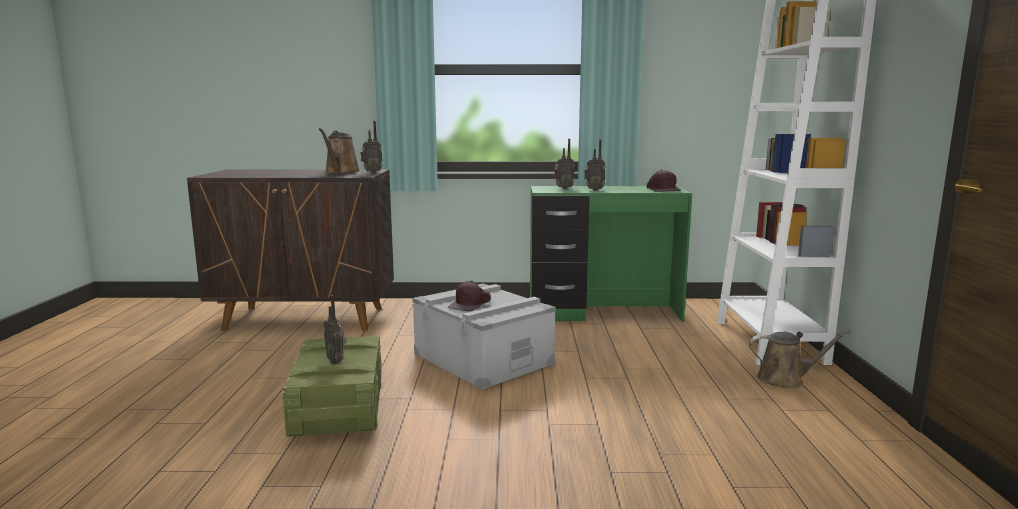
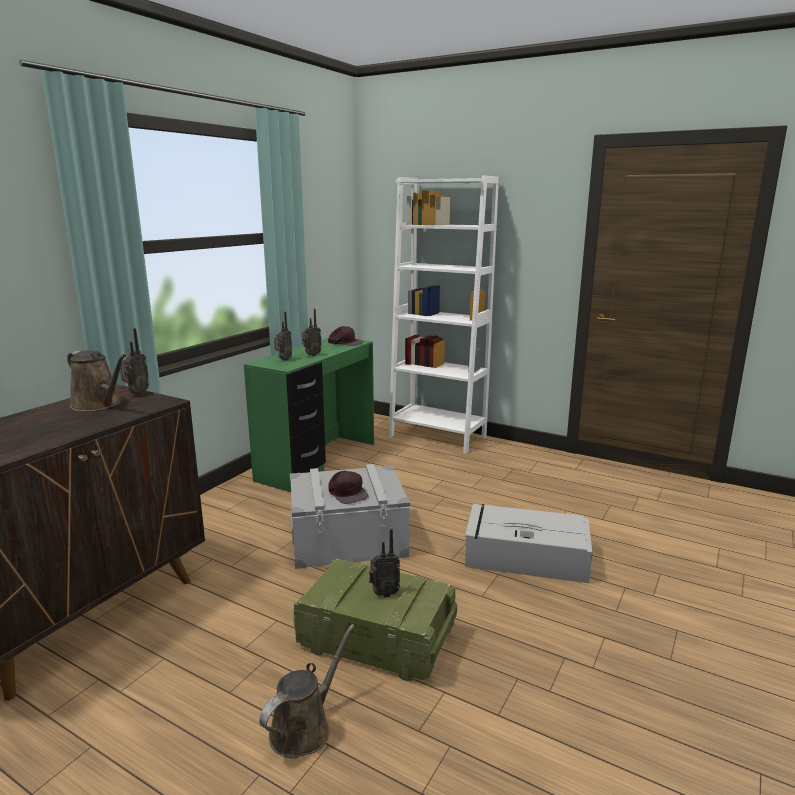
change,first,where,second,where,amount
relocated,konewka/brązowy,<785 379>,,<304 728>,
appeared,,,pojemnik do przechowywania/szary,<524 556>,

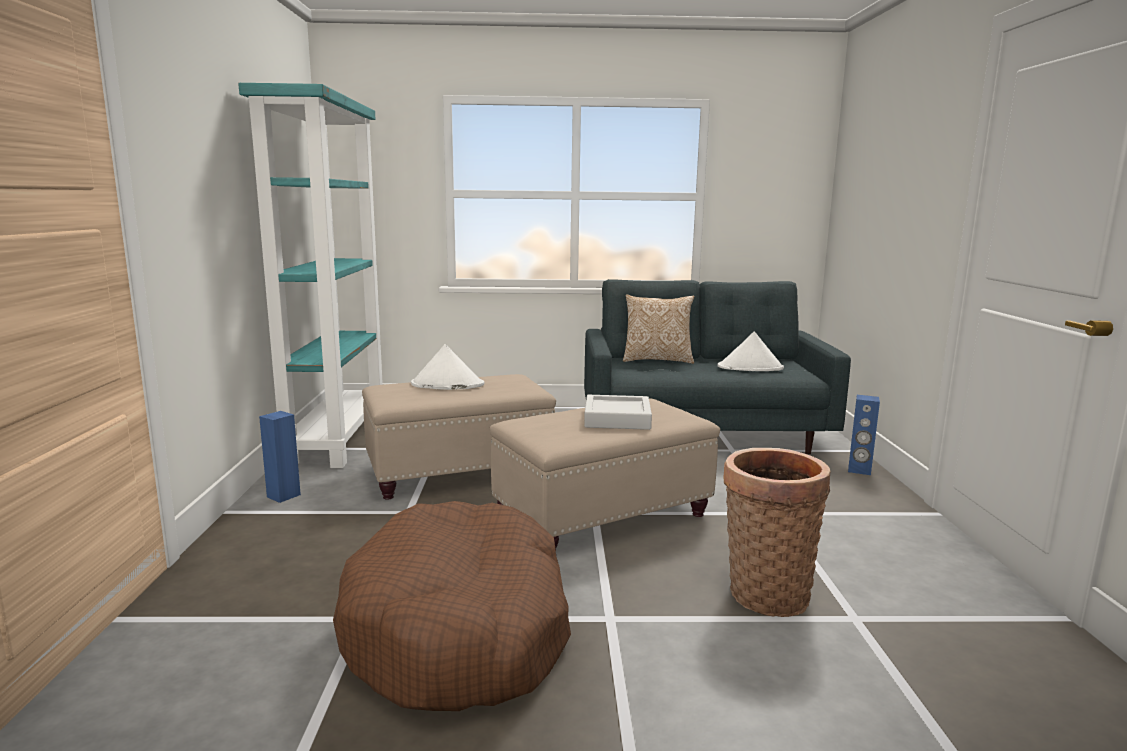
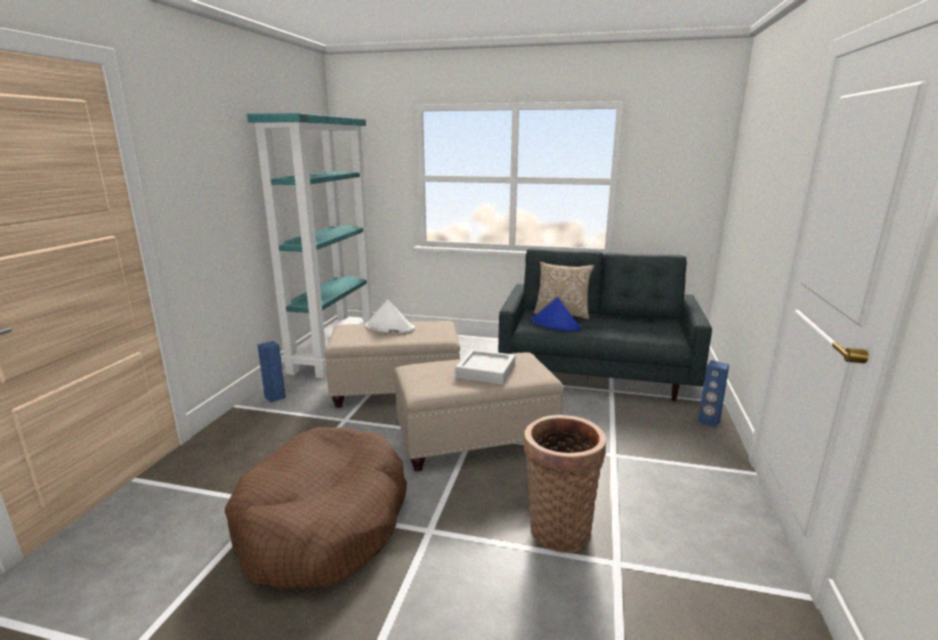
change,first,where,second,where,amount
appeared,,,kapelusz/niebieski,<555 325>,
missing,kapelusz/biały,<750 368>,,,

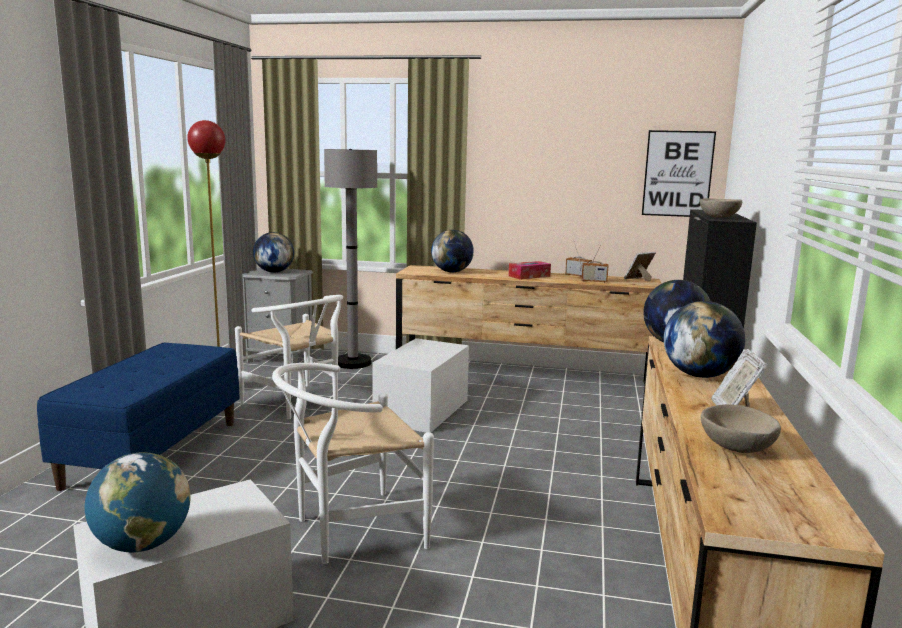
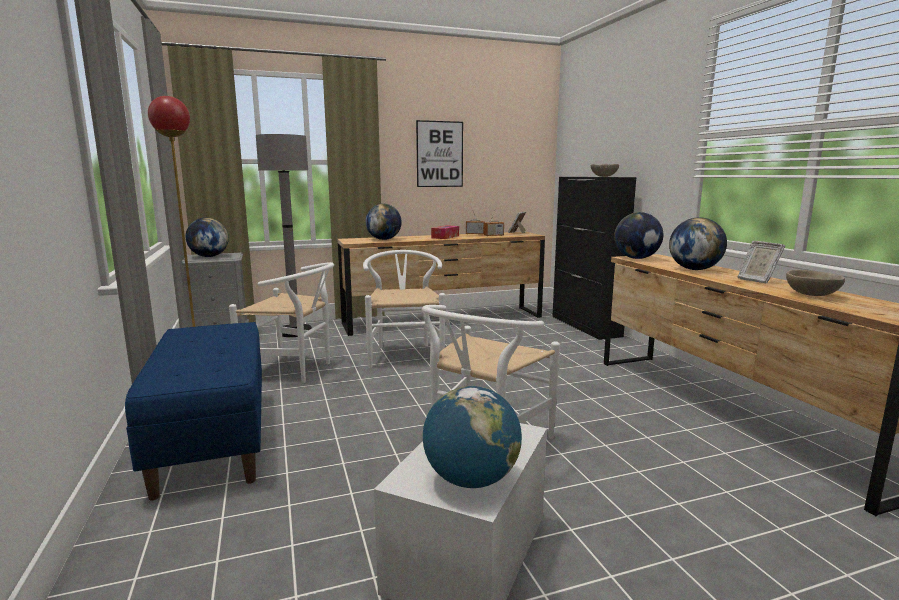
change,first,where,second,where,amount
exchanged,pojemnik do przechowywania/biały,<422 410>,krzesło/biały,<404 353>,
relocated,obraz,<677 174>,,<439 154>,

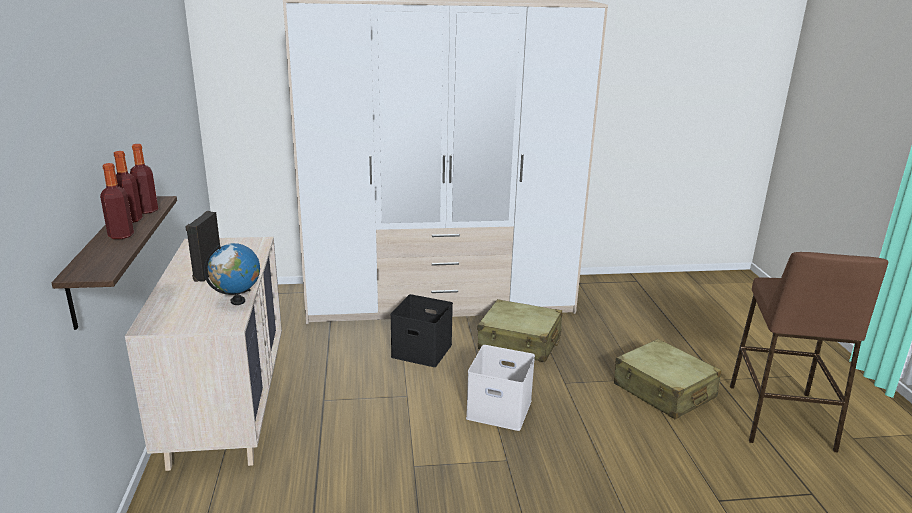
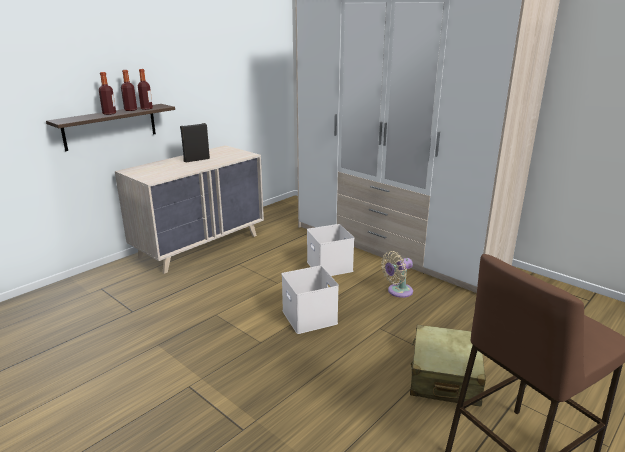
change,first,where,second,where,amount
colour,pojemnik do przechowywania/czarny,<423 350>,pojemnik do przechowywania/biały,<330 266>,
exchanged,walizka/beżowy,<519 342>,wentylator/beżowy,<397 291>,
missing,globus,<237 301>,,,

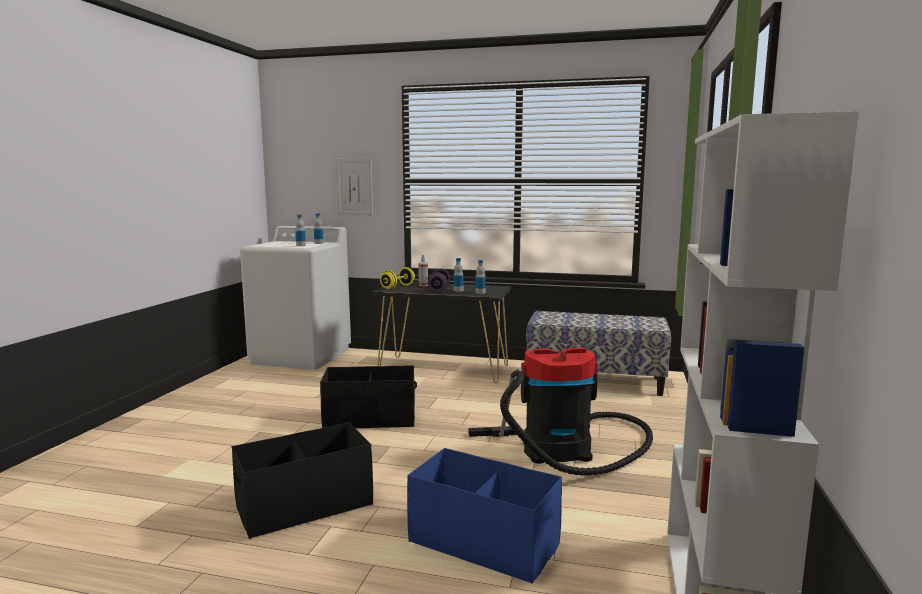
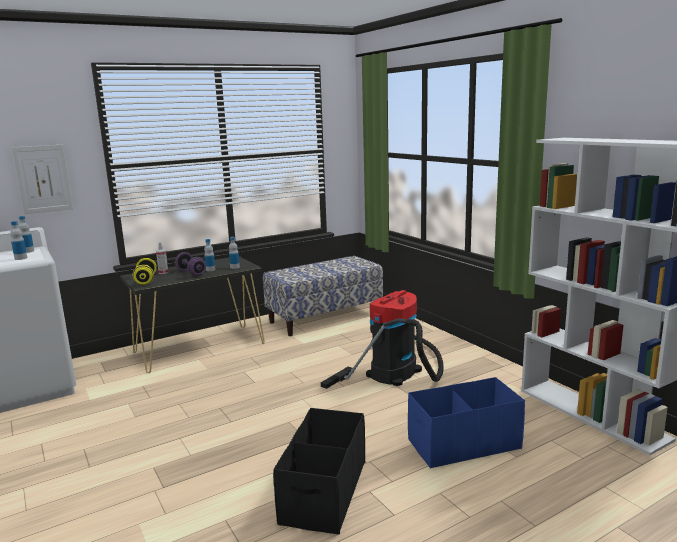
change,first,where,second,where,amount
missing,pojemnik do przechowywania/czarny,<370 419>,,,

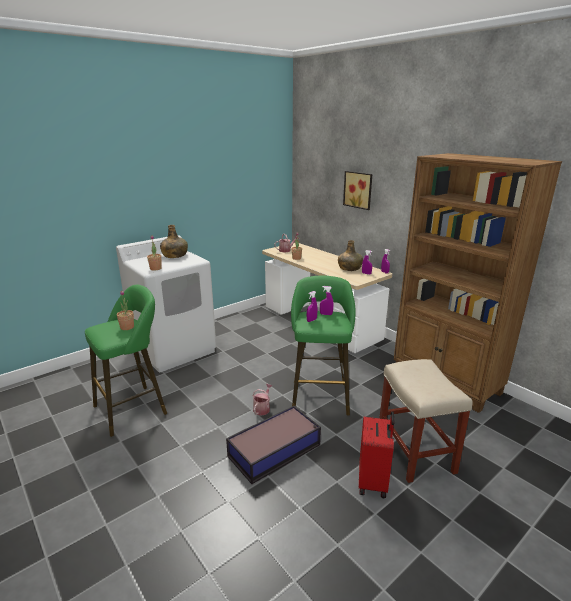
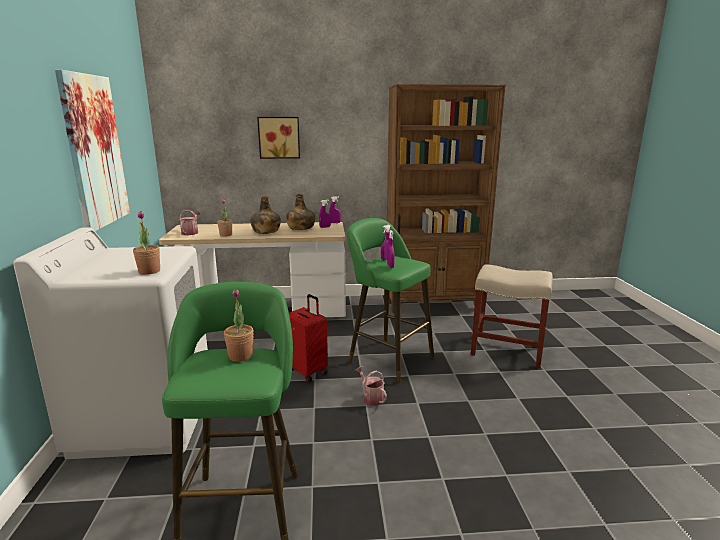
change,first,where,second,where,amount
appeared,,,obraz,<94 151>,
relocated,butelka/zielony,<174 255>,,<266 231>,
relocated,walizka/czerwony,<373 482>,,<307 371>,
missing,pojemnik do przechowywania,<275 450>,,,

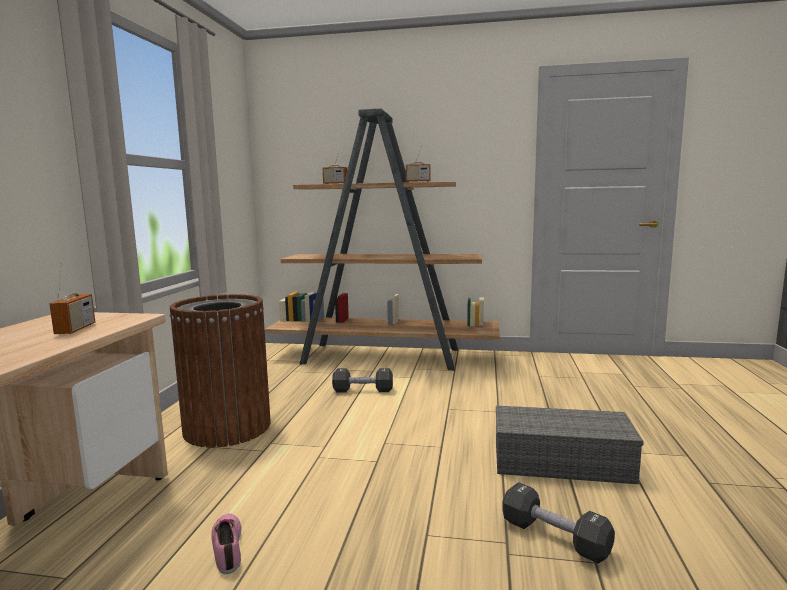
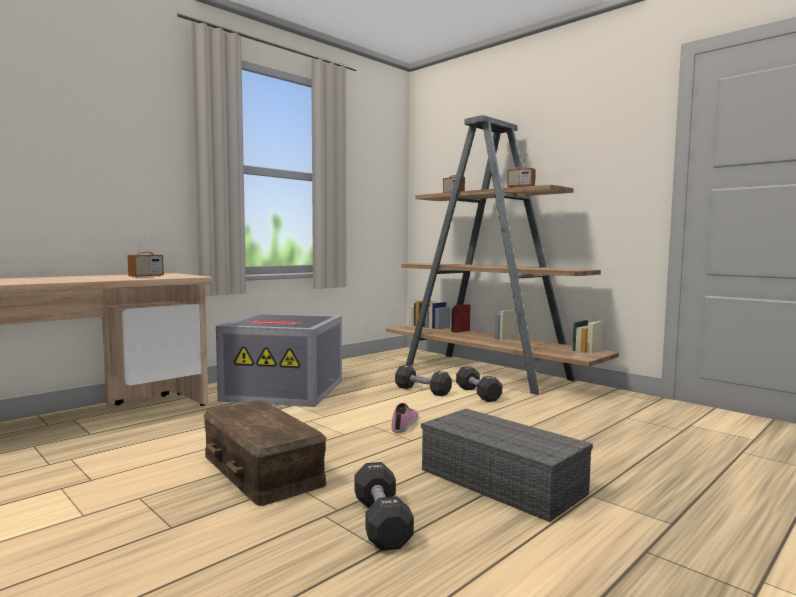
change,first,where,second,where,amount
appeared,,,pojemnik do przechowywania/brązowy,<263 469>,
exchanged,kosz na śmieci/brązowy,<227 427>,pojemnik do przechowywania/szary,<286 390>,
relocated,but,<228 546>,,<405 424>,
appeared,,,hantel/czarny,<478 394>,

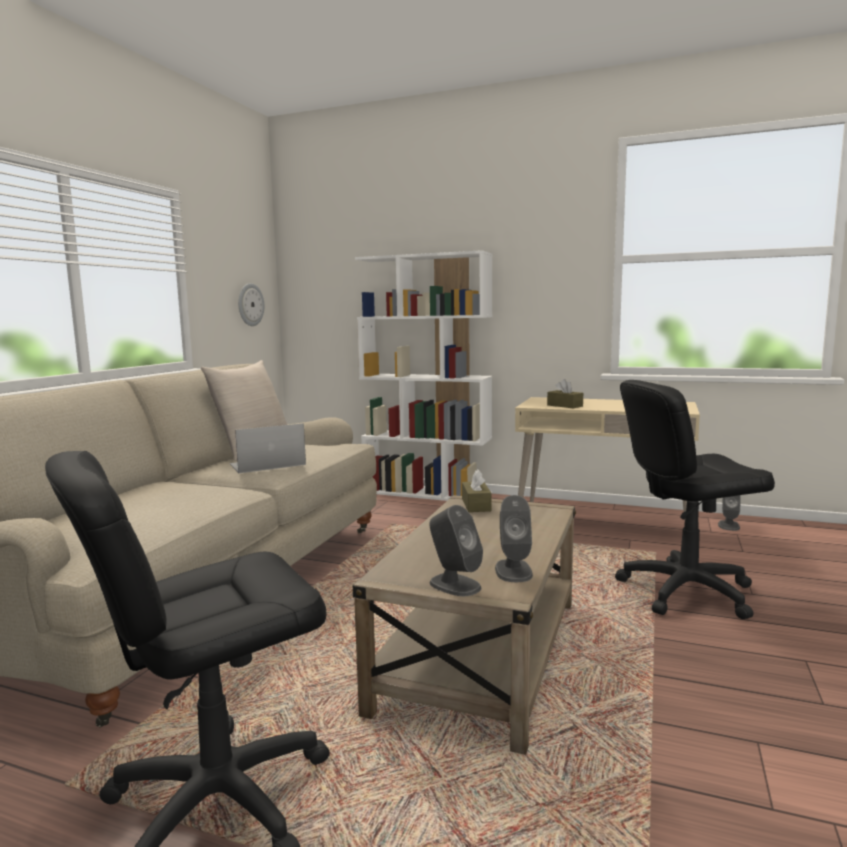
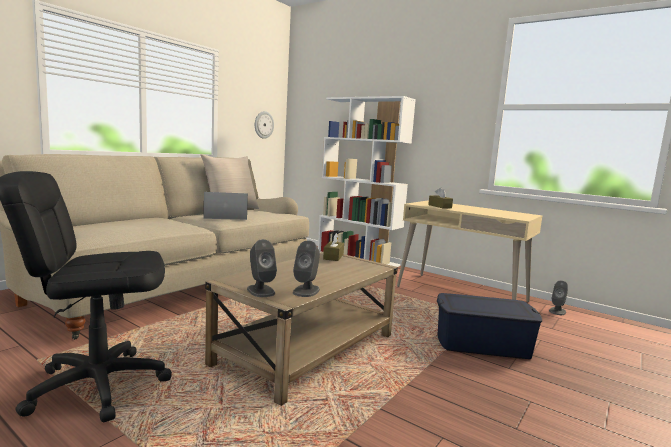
change,first,where,second,where,amount
exchanged,krzesło biurowe/czarny,<686 591>,pojemnik do przechowywania/niebieski,<481 343>,

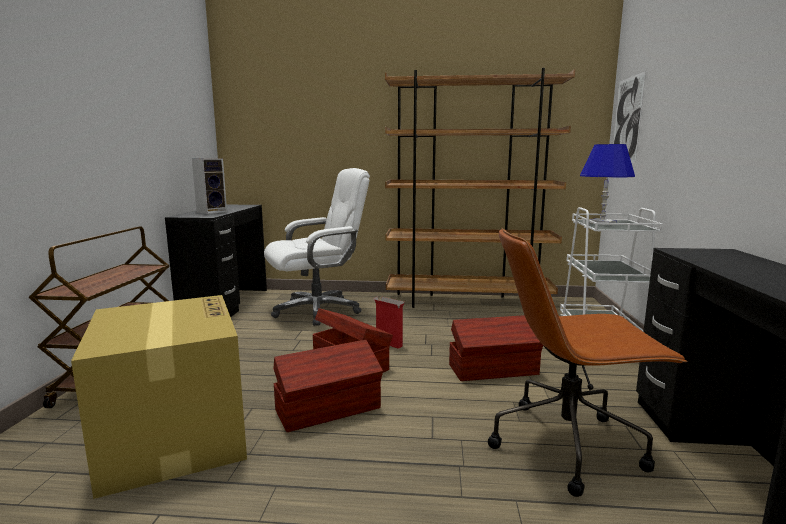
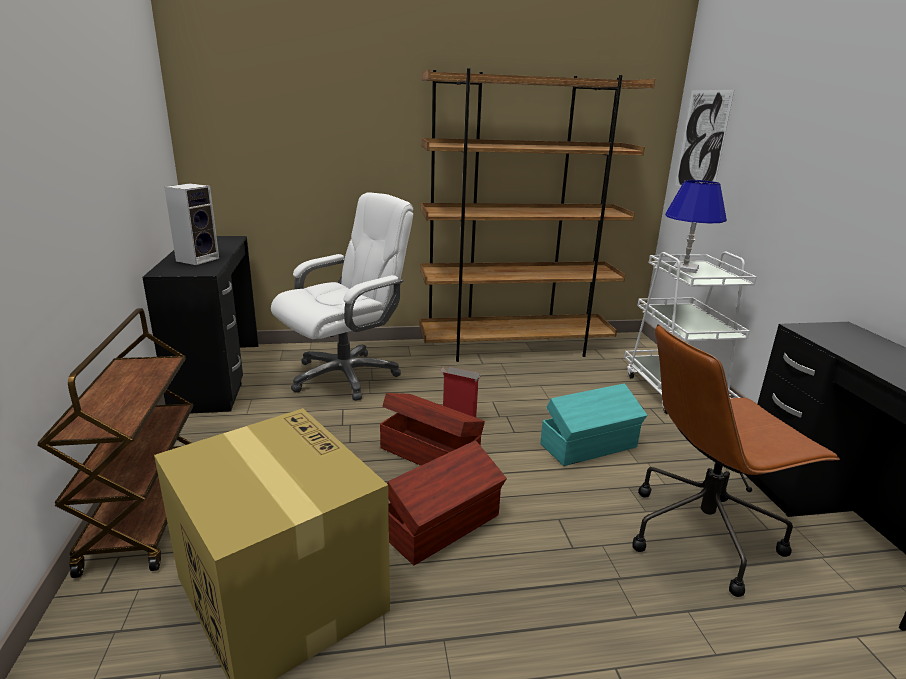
change,first,where,second,where,amount
colour,pojemnik do przechowywania/brązowy,<494 370>,pojemnik do przechowywania/turkusowy,<590 446>,

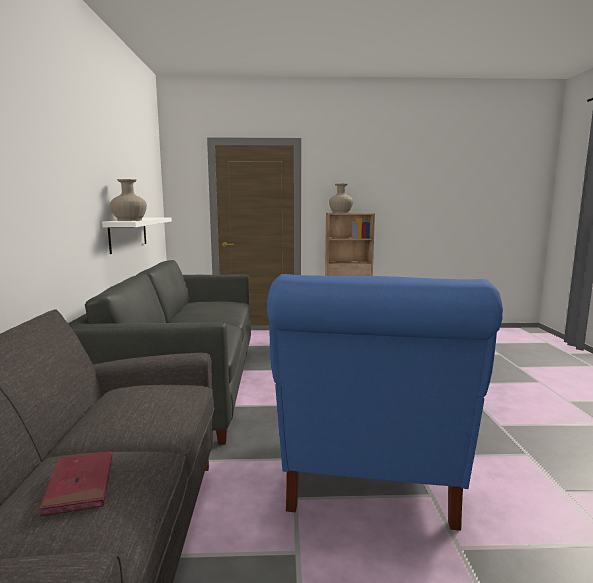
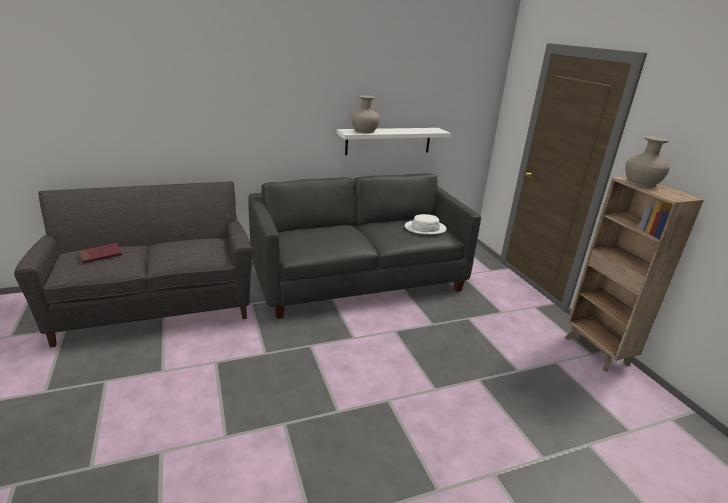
change,first,where,second,where,amount
appeared,,,kapelusz/biały,<425 228>,
missing,fotel/niebieski,<370 474>,,,

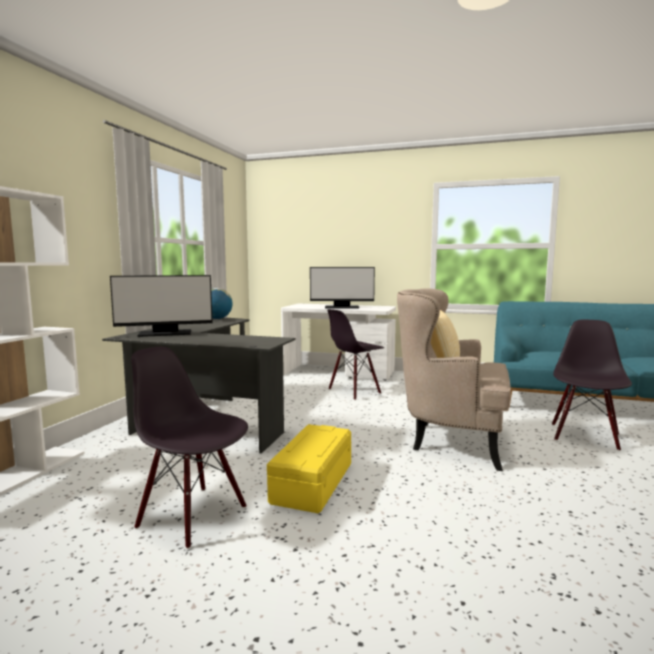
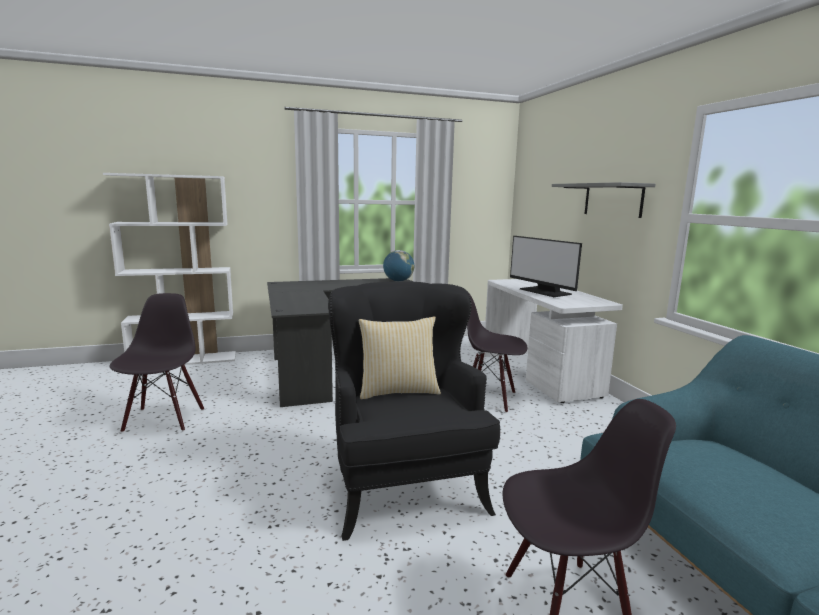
change,first,where,second,where,amount
colour,fotel/beżowy,<450 440>,fotel/czarny,<404 487>,
appeared,,,półka/szary,<613 200>,
missing,monitor,<165 333>,,,
missing,pojemnik do przechowywania/żółty,<312 482>,,,

